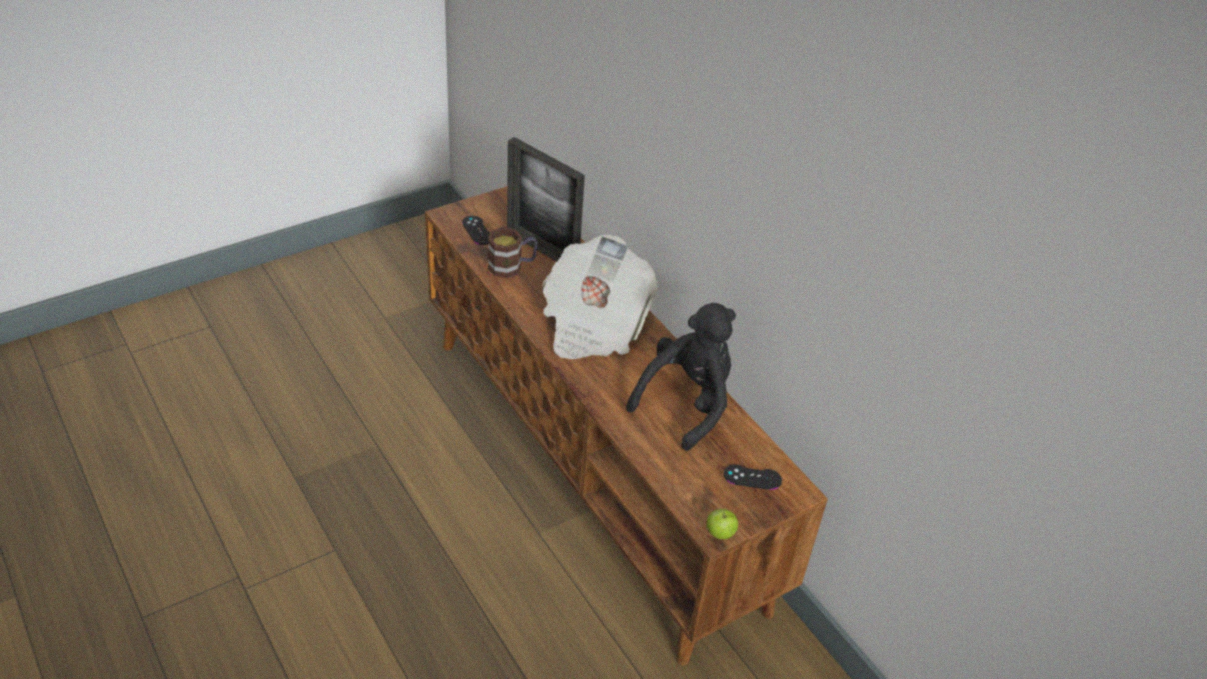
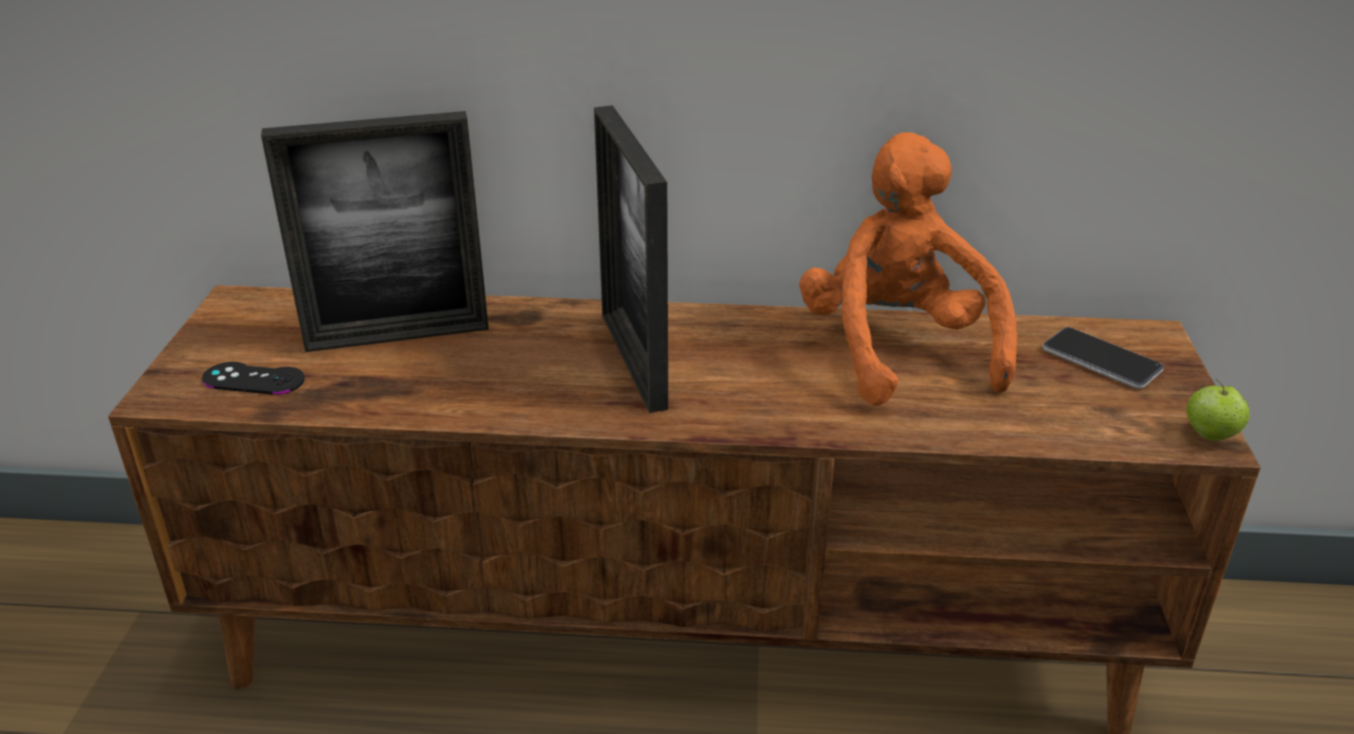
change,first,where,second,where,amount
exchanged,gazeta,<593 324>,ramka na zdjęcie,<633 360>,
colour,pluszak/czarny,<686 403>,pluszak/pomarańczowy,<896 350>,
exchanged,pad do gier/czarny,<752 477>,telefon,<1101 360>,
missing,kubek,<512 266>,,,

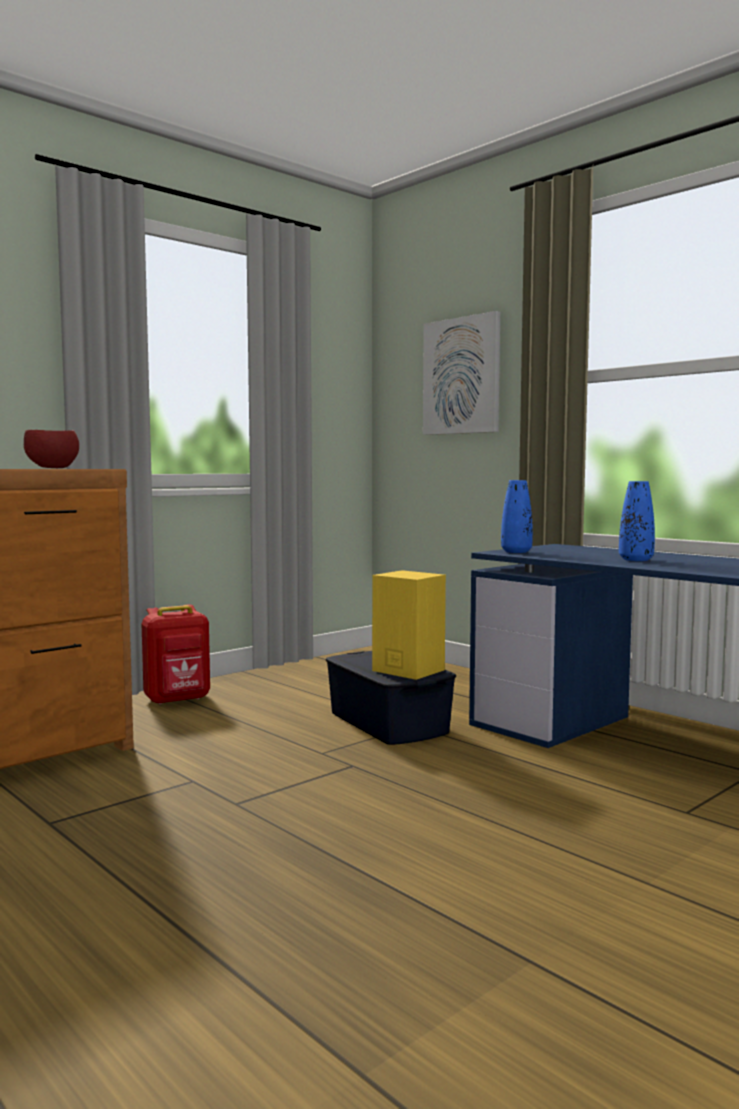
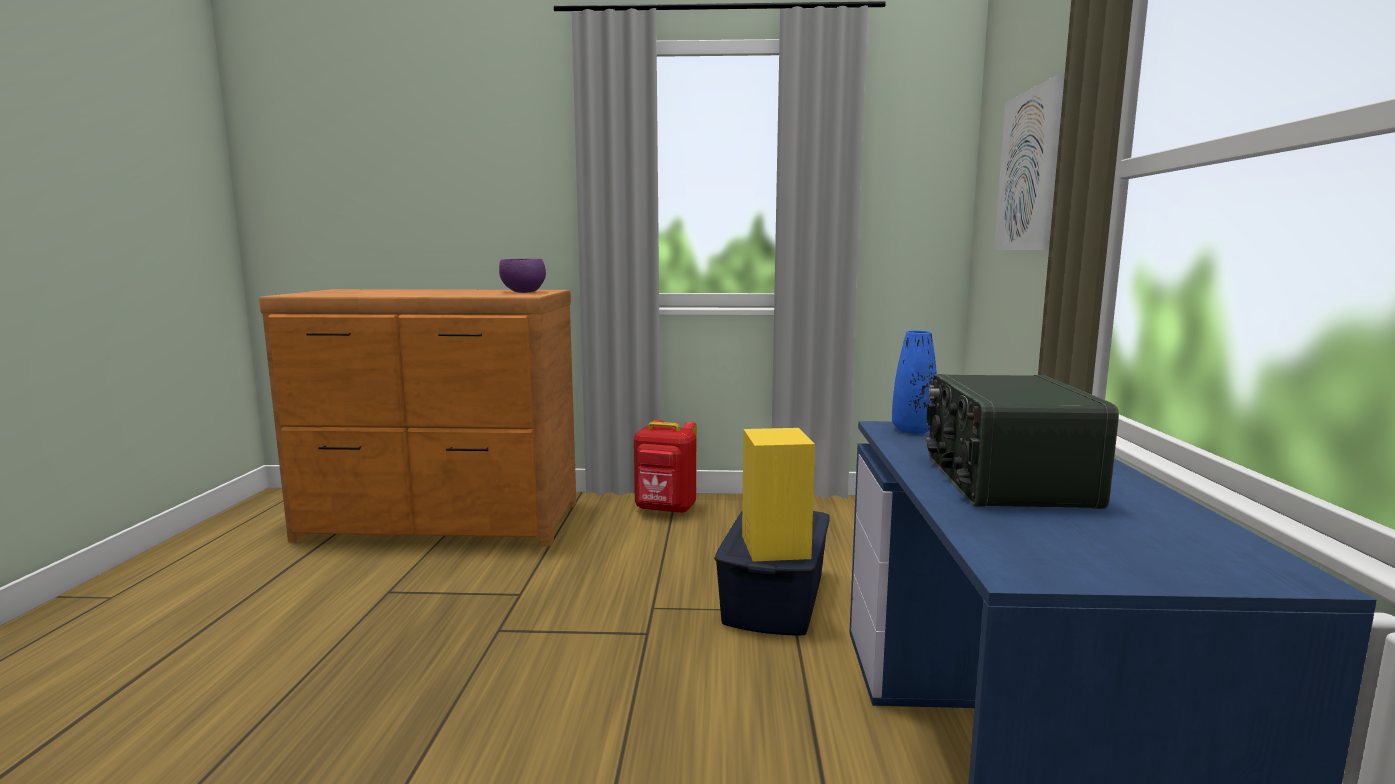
change,first,where,second,where,amount
colour,miska/czerwony,<53 468>,miska/fioletowy,<523 292>,
exchanged,wazon/niebieski,<636 560>,radio,<1003 481>,

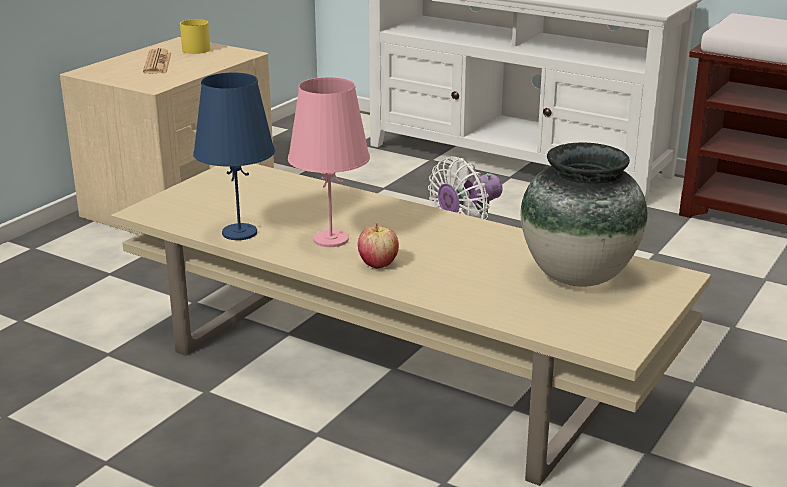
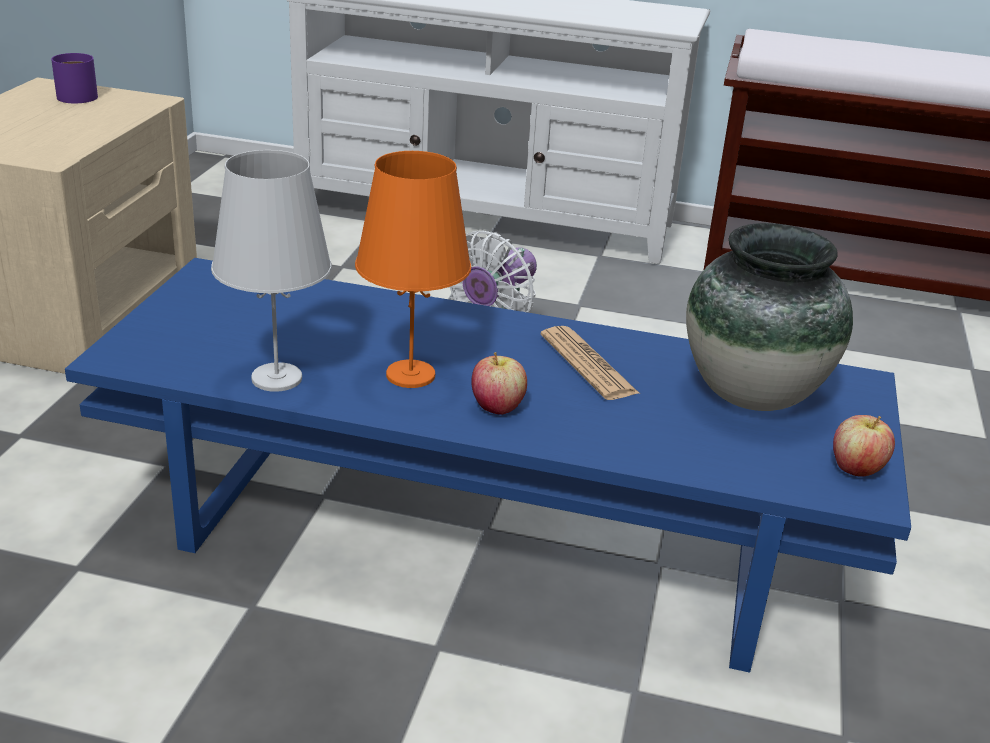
change,first,where,second,where,amount
colour,kubek/żółty,<197 48>,kubek/fioletowy,<78 94>,
colour,ława/beżowy,<395 367>,ława/niebieski,<487 527>,
colour,lampa stołowa/niebieski,<239 232>,lampa stołowa/biały,<276 378>,
colour,lampa stołowa/różowy,<330 239>,lampa stołowa/pomarańczowy,<410 375>,
relocated,gazeta,<157 63>,,<588 364>,
appeared,,,jabłko,<856 469>,

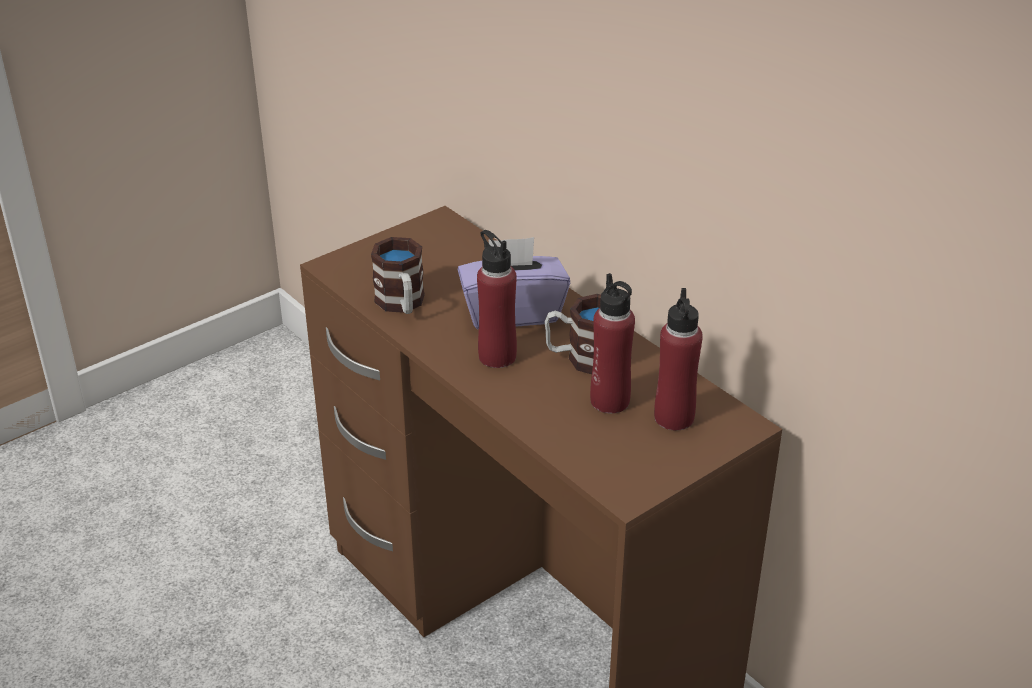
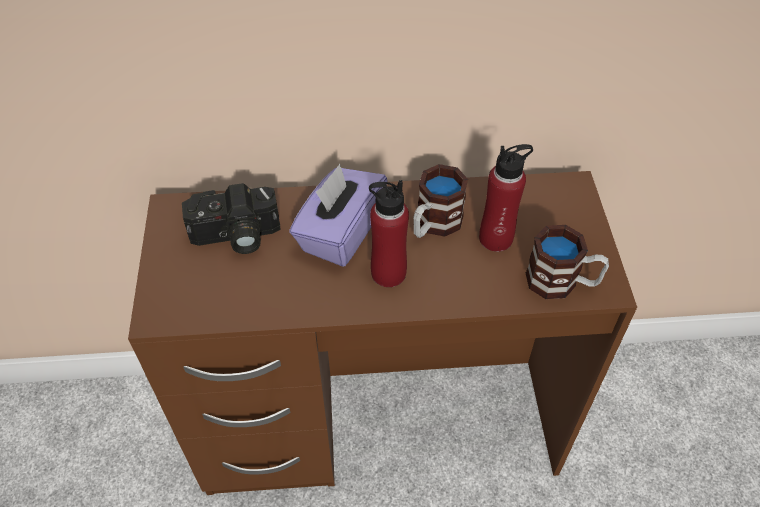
change,first,where,second,where,amount
appeared,,,aparat fotograficzny,<235 237>,
relocated,kubek,<402 304>,,<561 282>,
missing,butelka/czerwony,<674 418>,,,

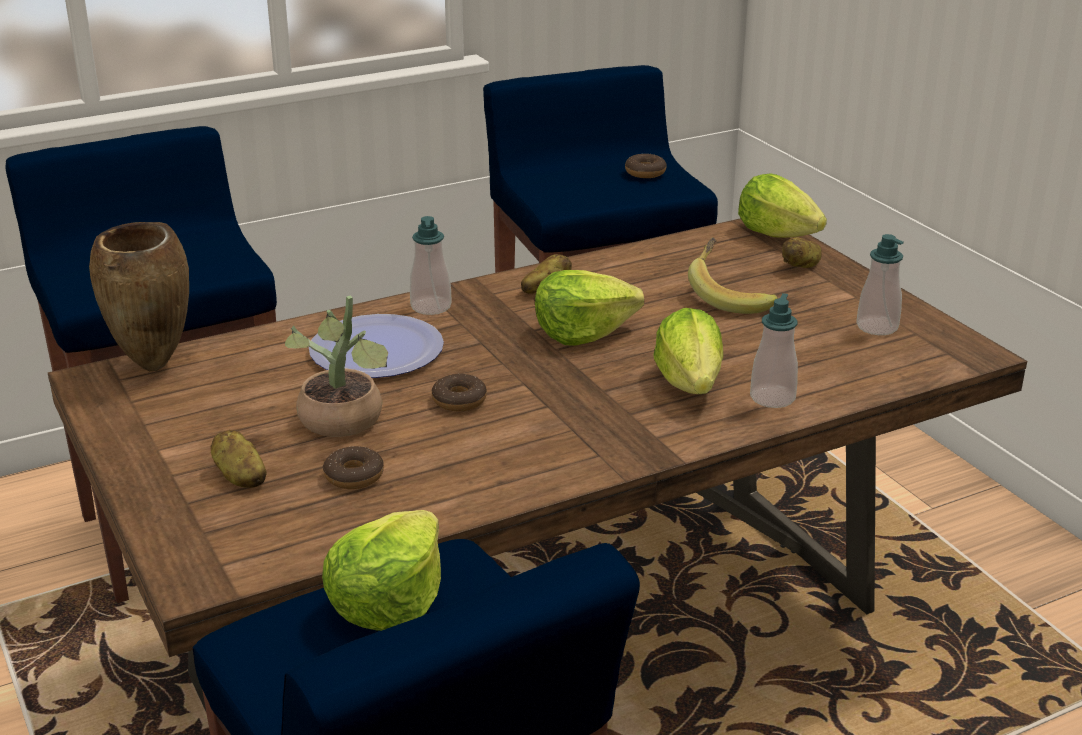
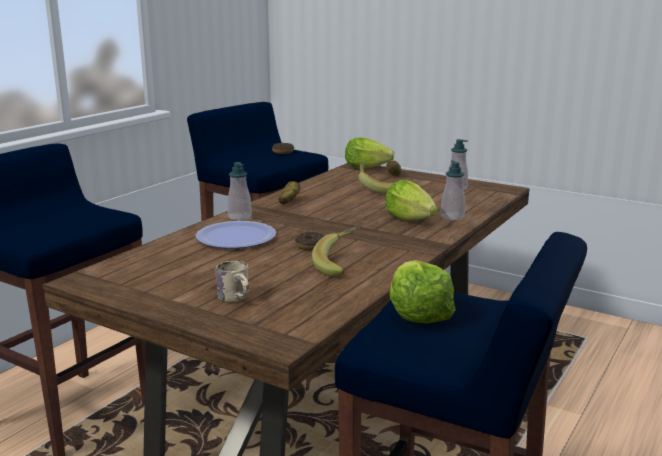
change,first,where,second,where,amount
exchanged,ziemniak,<239 477>,kubek/beżowy,<238 298>,
appeared,,,banan,<341 265>,
missing,wazon/brązowy,<154 366>,,,
missing,roślina doniczkowa,<344 424>,,,
missing,donut,<354 476>,,,
missing,sałata,<583 332>,,,

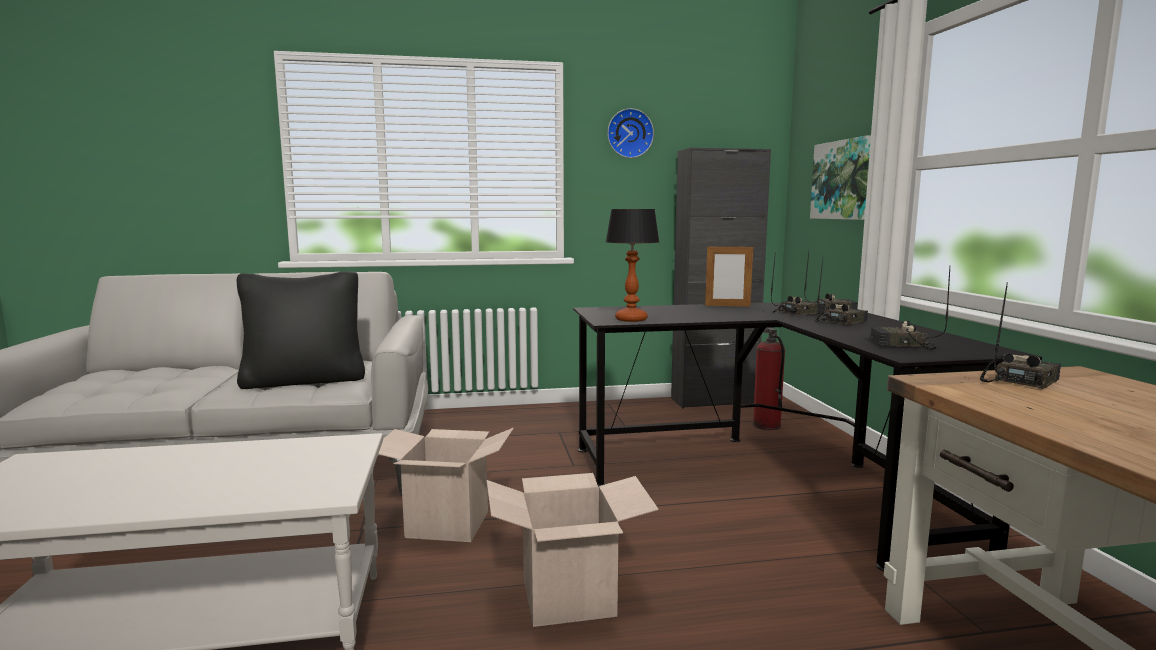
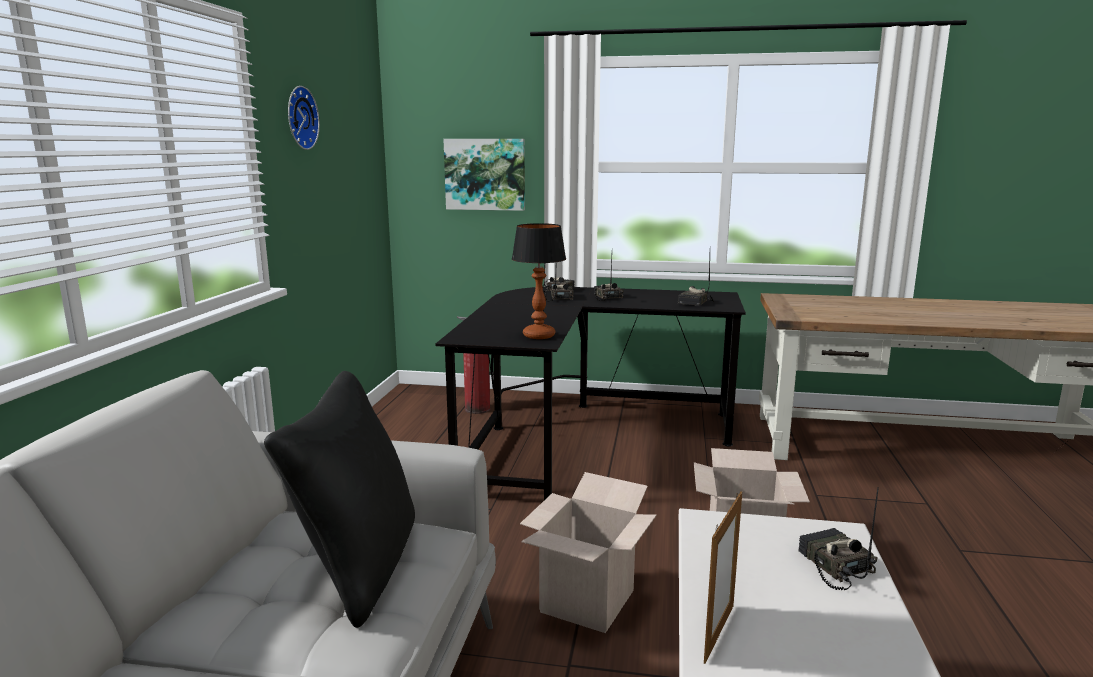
change,first,where,second,where,amount
relocated,ramka na zdjęcie,<727 306>,,<719 633>,
relocated,radio,<1019 381>,,<833 566>,
missing,szafka/czarny,<713 401>,,,

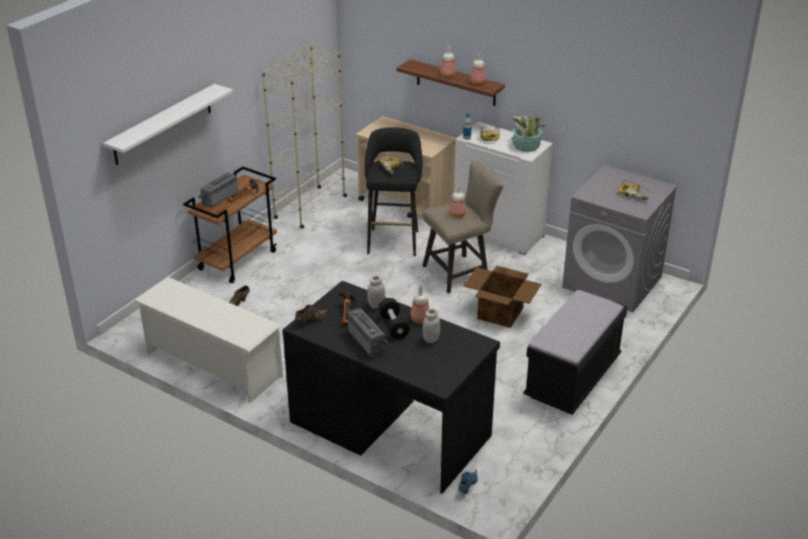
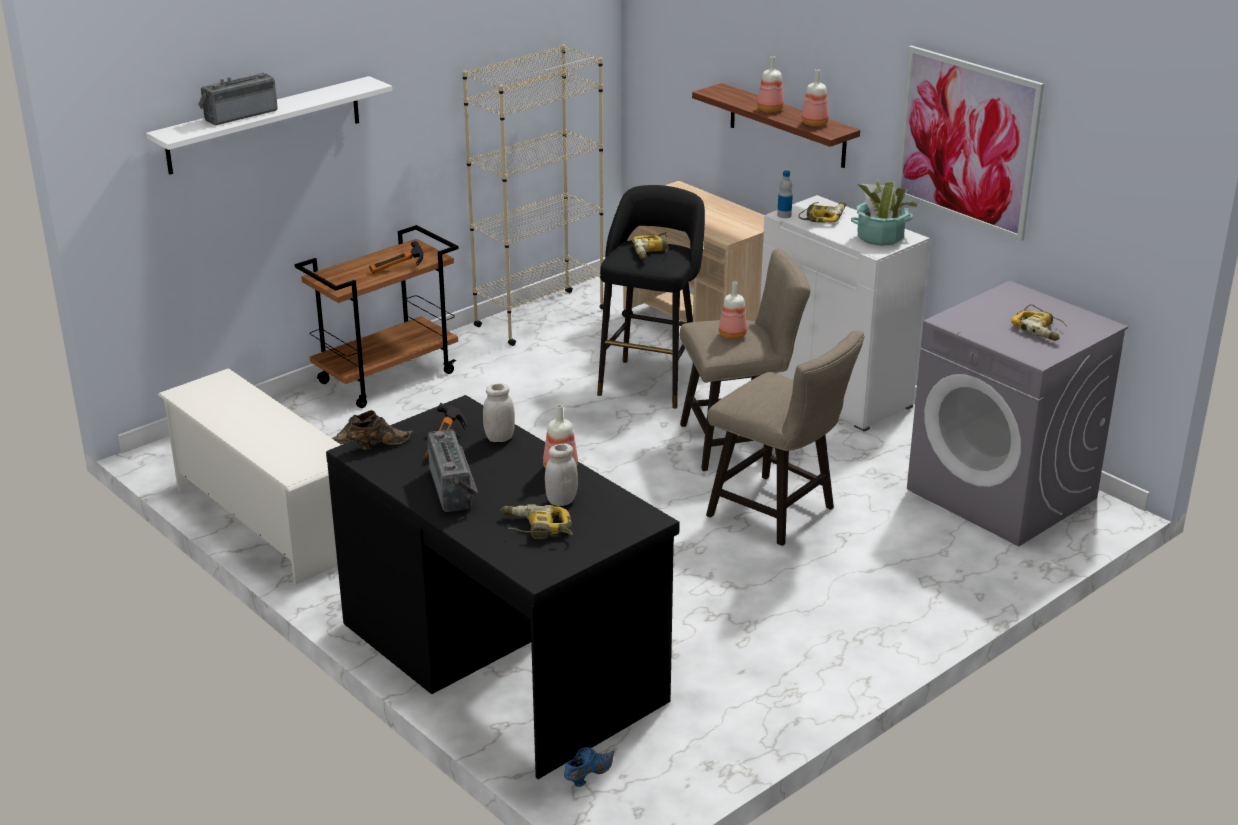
change,first,where,second,where,amount
relocated,radio,<218 197>,,<239 114>,
appeared,,,wiertarka,<536 529>,
exchanged,karton,<501 313>,stołek/beżowy,<779 514>,
appeared,,,obraz,<967 142>,
missing,hantel/czarny,<393 326>,,,
missing,ławka/czarny,<572 378>,,,

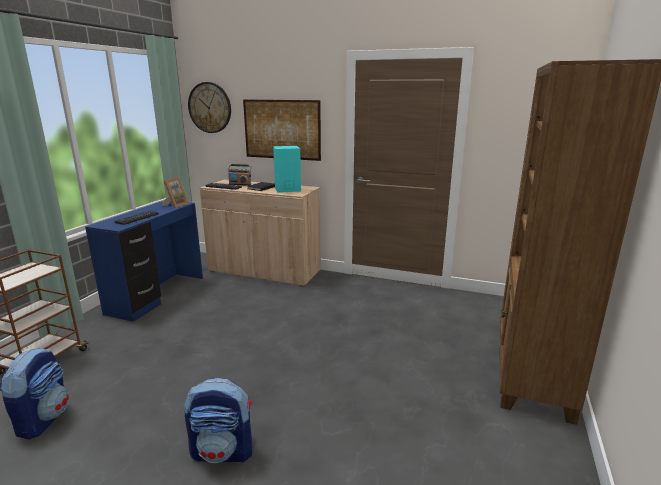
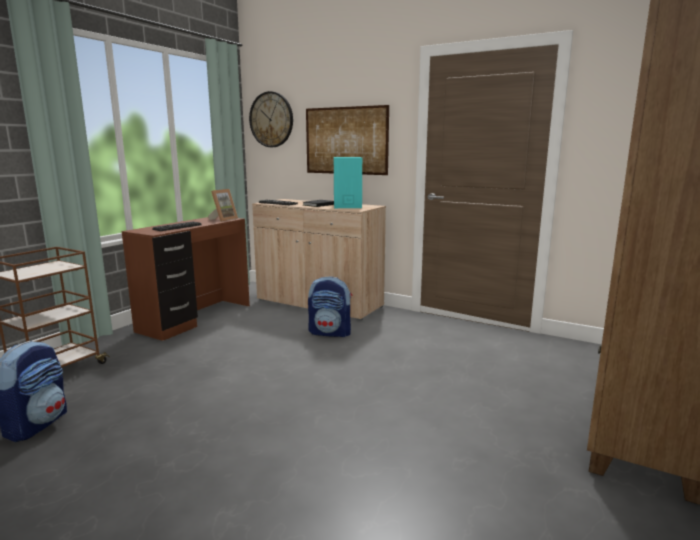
change,first,where,second,where,amount
colour,biurko/niebieski,<158 295>,biurko/brązowy,<197 318>,
relocated,plecak,<223 451>,,<330 332>,
missing,radio,<240 184>,,,

